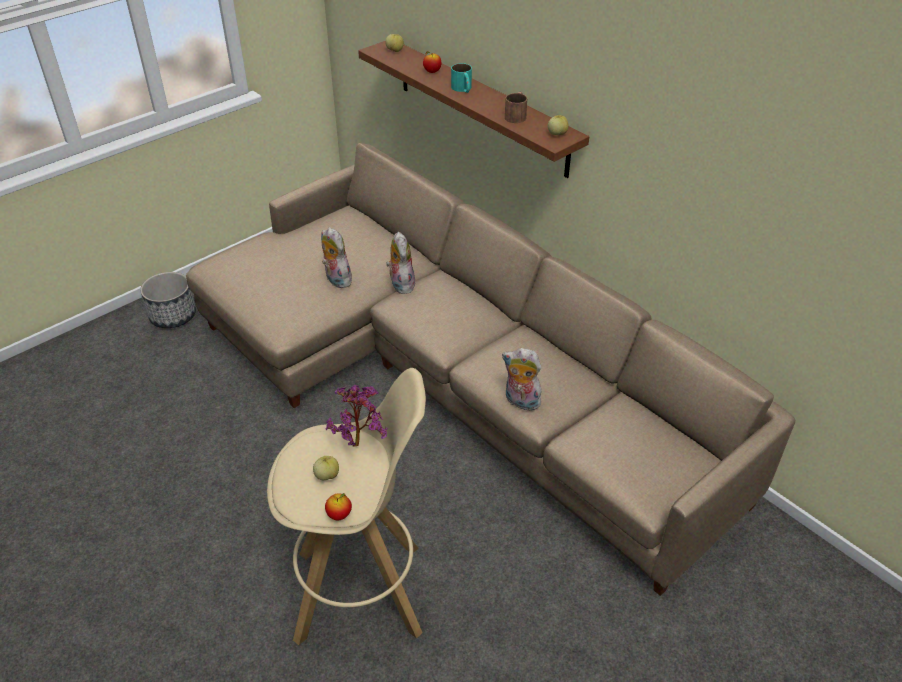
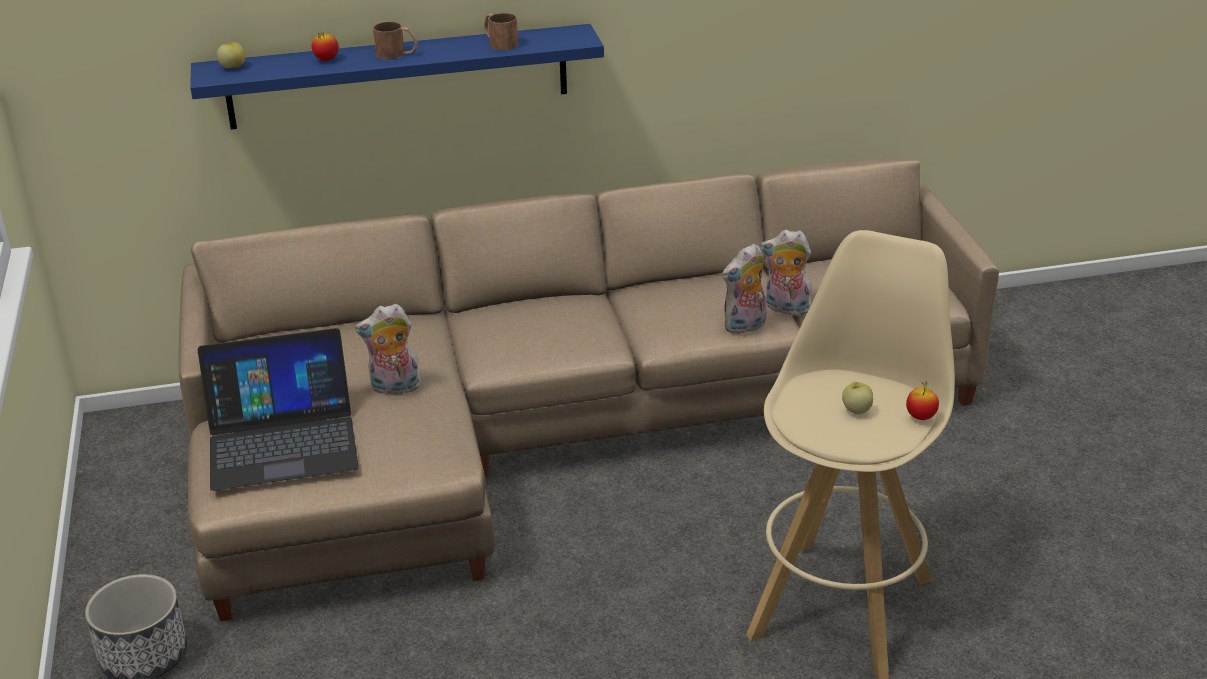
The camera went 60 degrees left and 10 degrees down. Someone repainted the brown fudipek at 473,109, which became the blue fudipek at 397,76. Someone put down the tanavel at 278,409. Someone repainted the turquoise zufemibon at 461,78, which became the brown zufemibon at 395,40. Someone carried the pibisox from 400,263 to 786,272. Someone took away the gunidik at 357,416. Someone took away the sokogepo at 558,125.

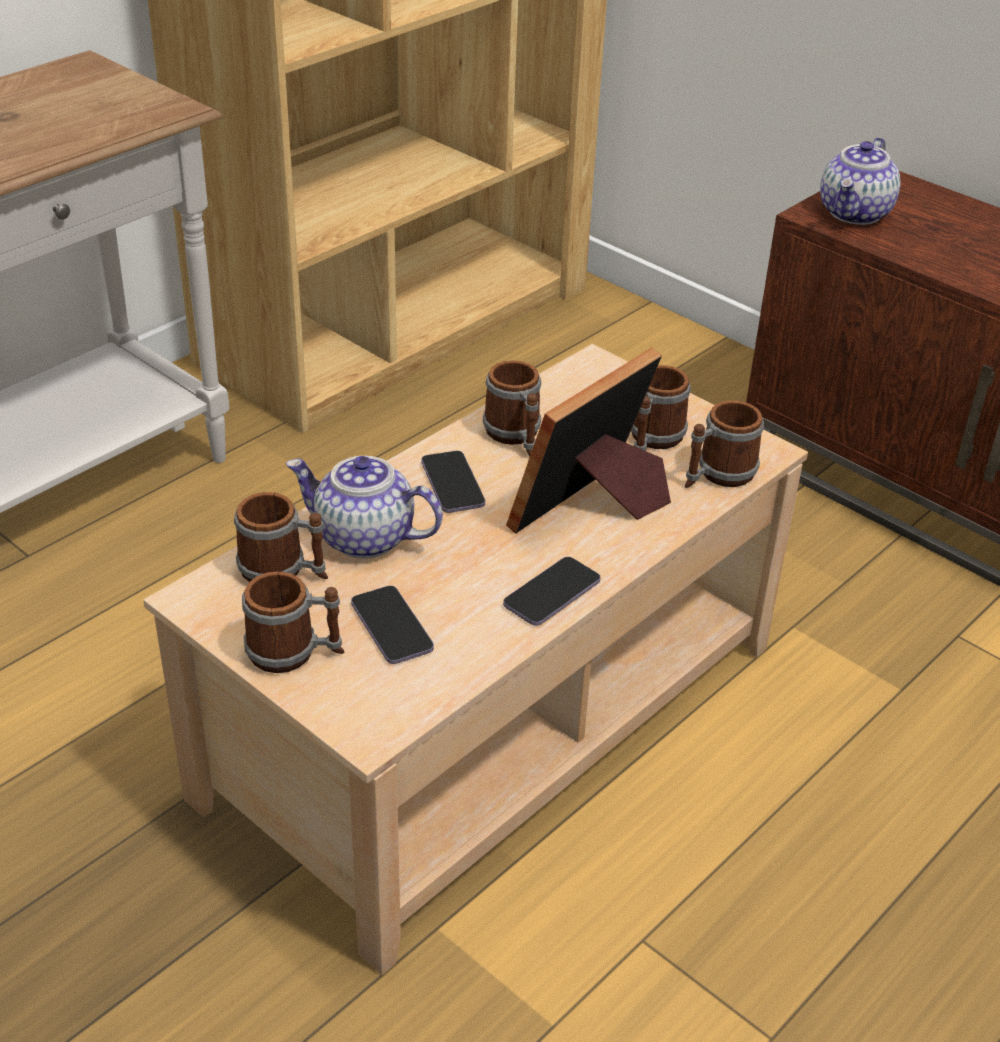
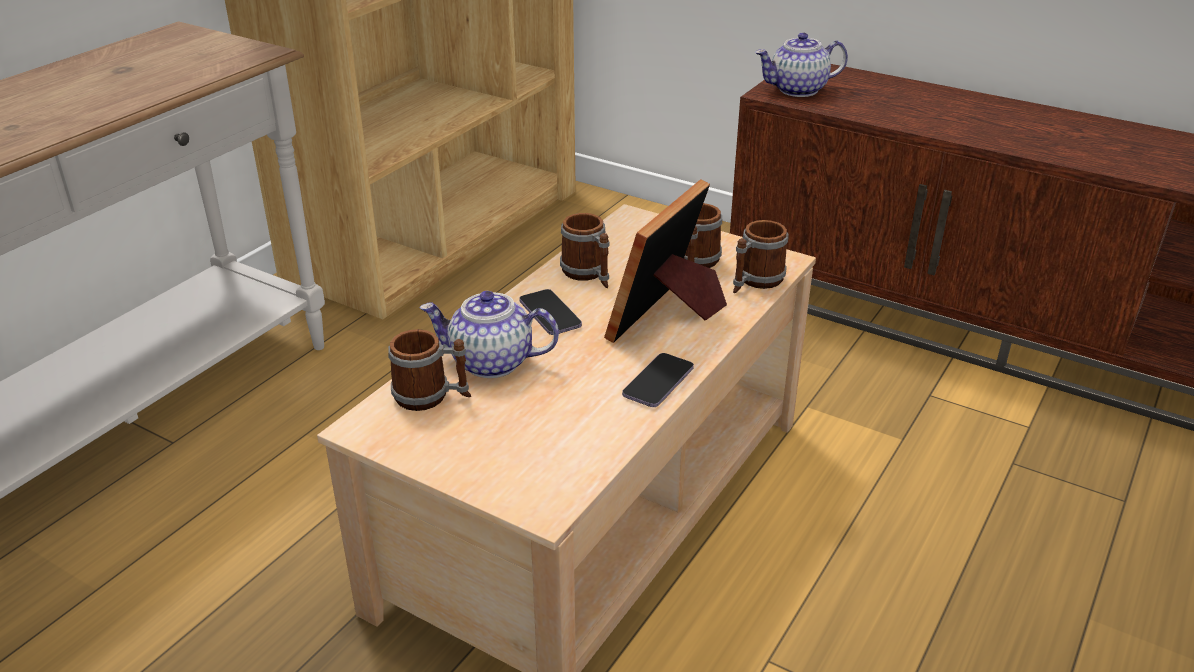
The camera went 10 degrees left and 5 degrees down. Someone rotated the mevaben at 860,181 by 60 degrees clockwise. Someone took away the zufemibon at 293,622. Someone took away the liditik at 392,625.

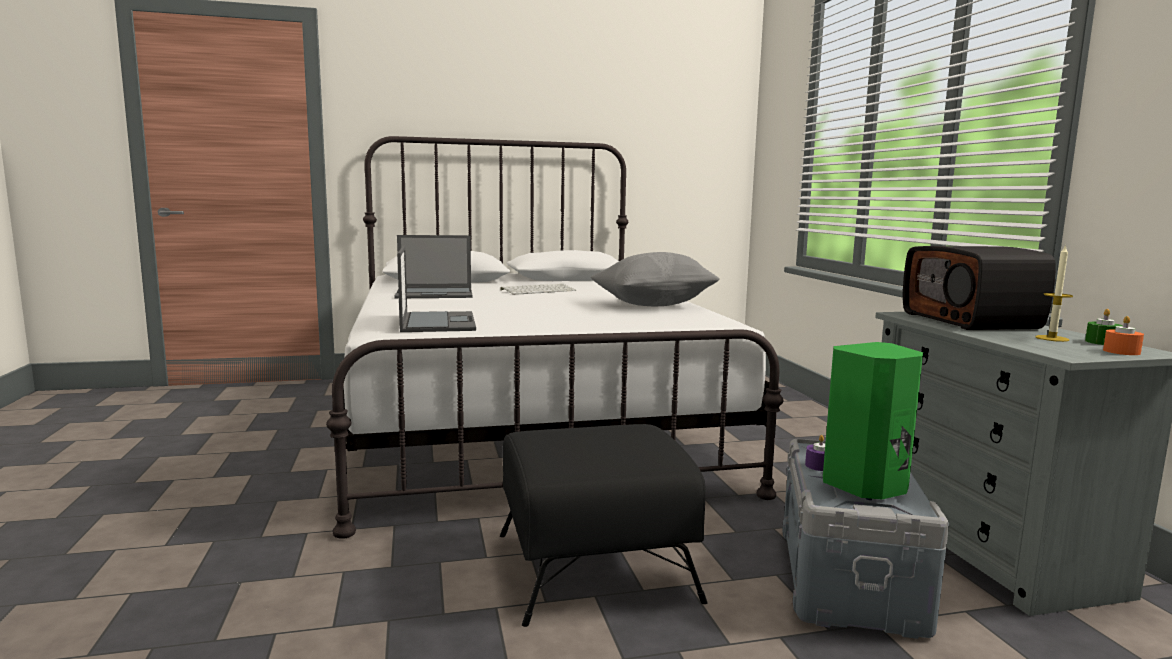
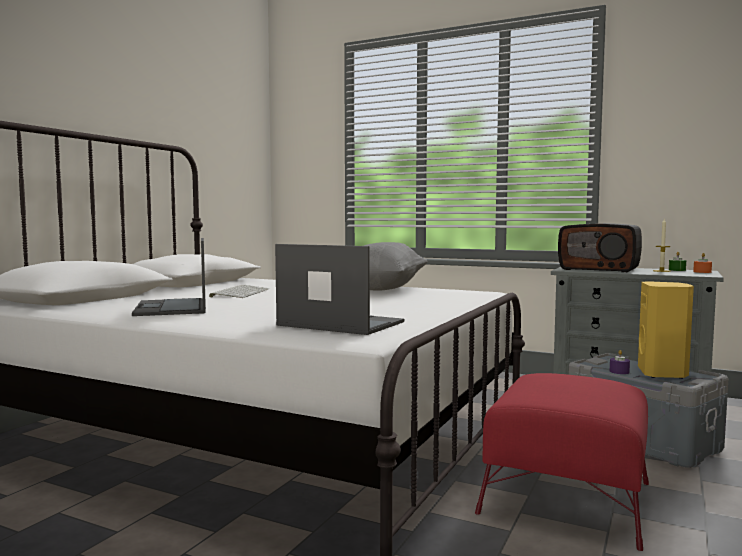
The camera went 50 degrees left and 5 degrees down. Someone rotated the tanavel at 433,267 by 135 degrees clockwise. Someone repainted the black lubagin at 603,525, which became the red lubagin at 562,462. Someone repainted the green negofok at 873,421, which became the yellow negofok at 666,330.

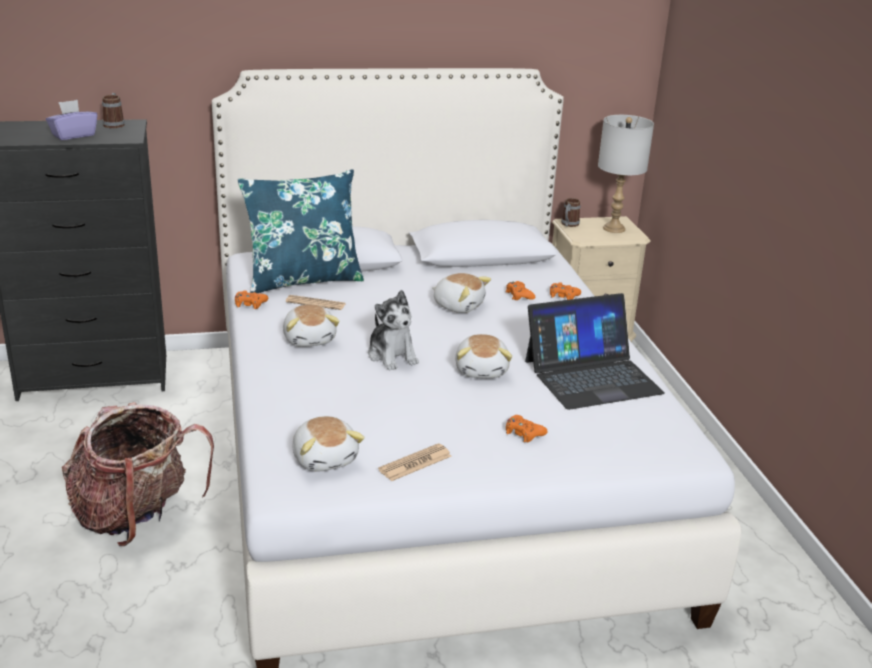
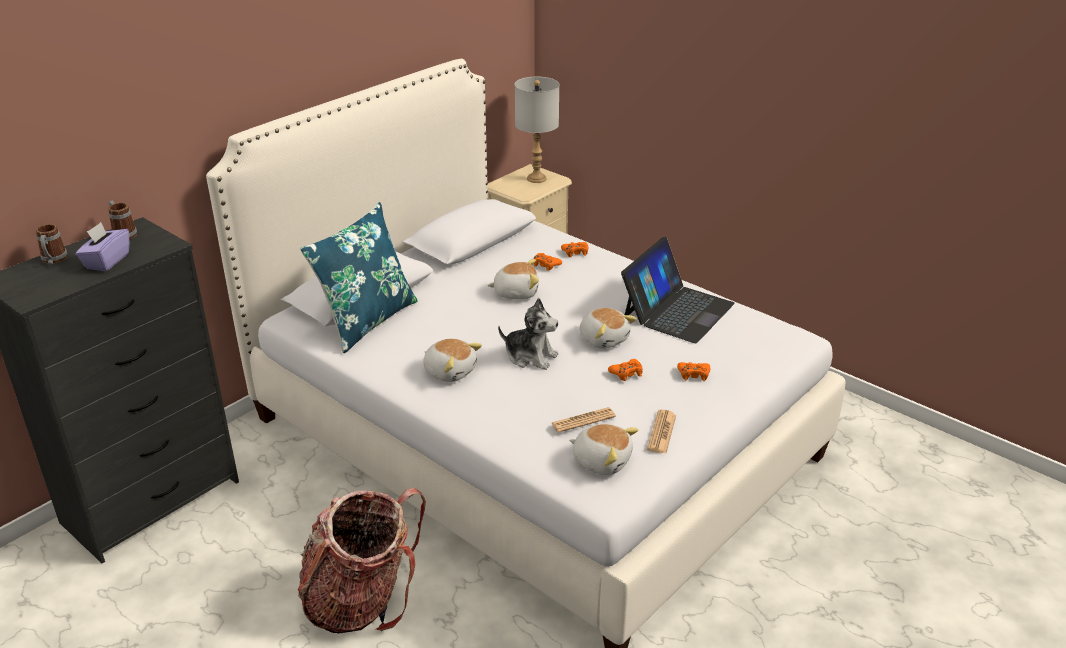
The camera went 35 degrees left and 5 degrees up. Someone carried the zufemibon from 570,212 to 51,244. Someone carried the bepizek from 315,302 to 583,420. Someone carried the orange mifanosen from 251,299 to 625,370.

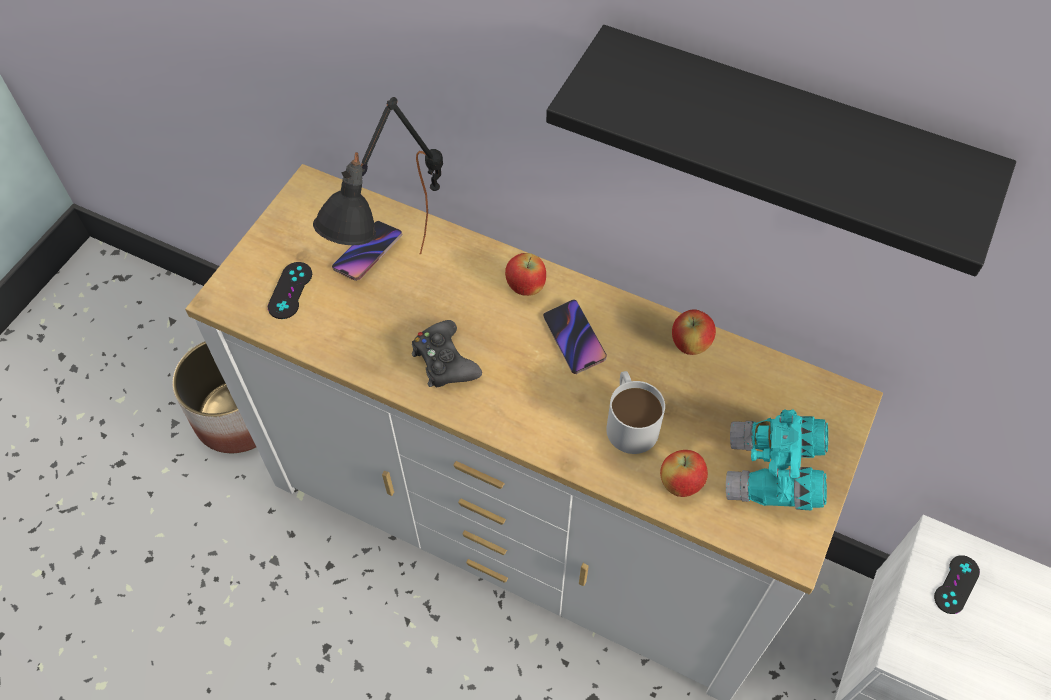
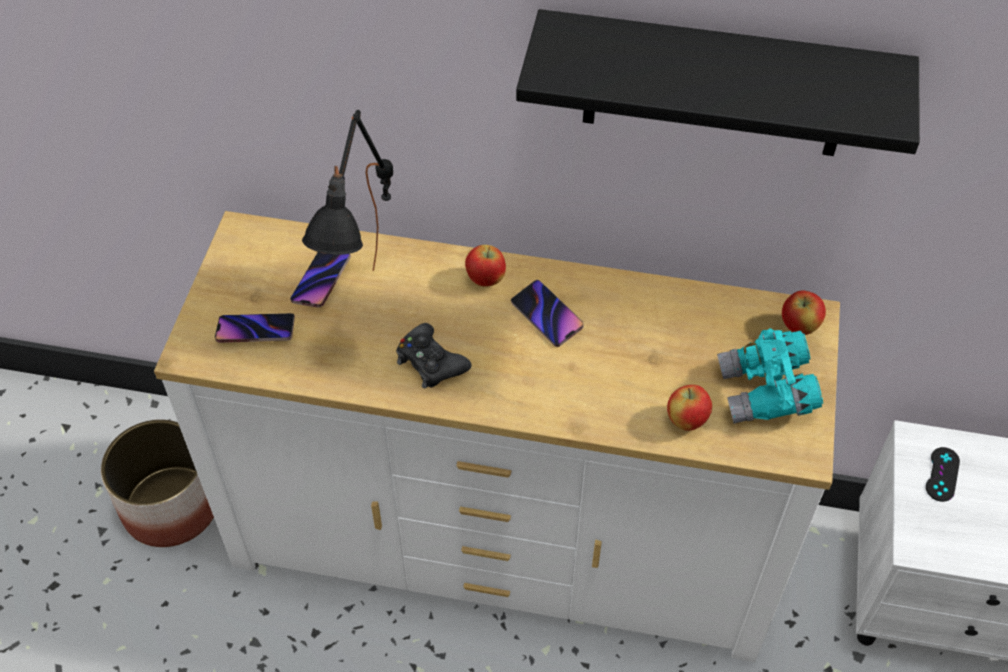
The camera went 15 degrees left and 5 degrees down. Someone swapped the black mifanosen at 290,290 for the liditik at 255,328. Someone carried the sokogepo from 694,332 to 804,313. Someone took away the white zufemibon at 635,412.

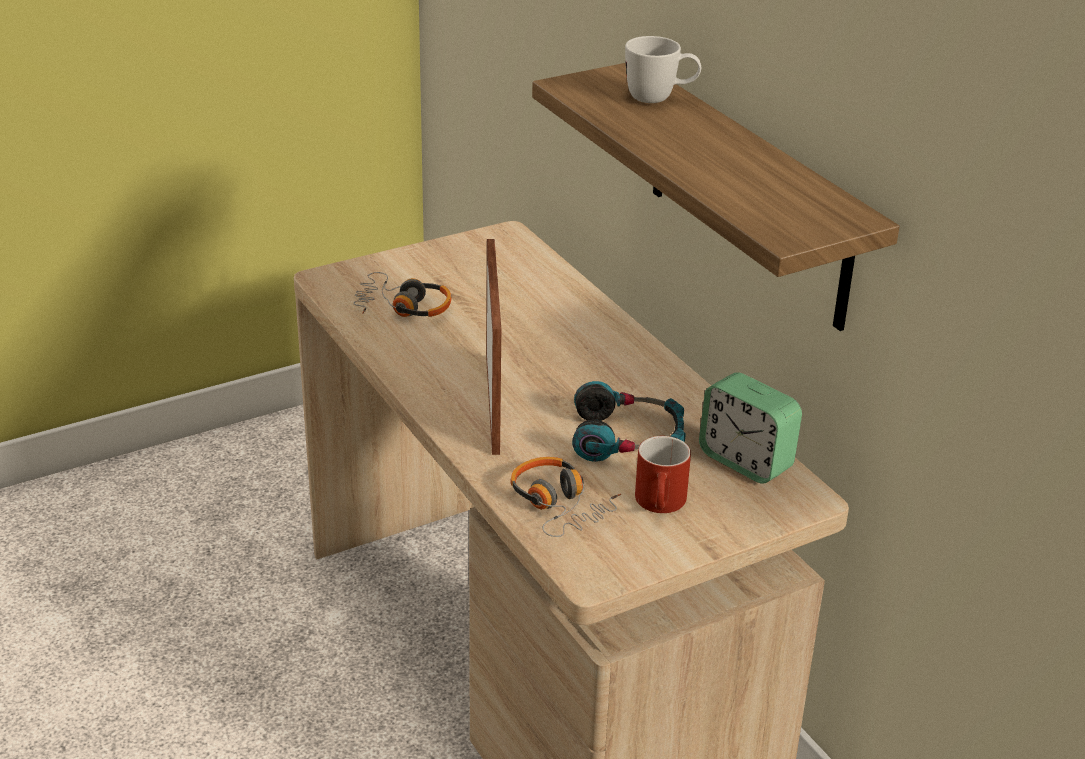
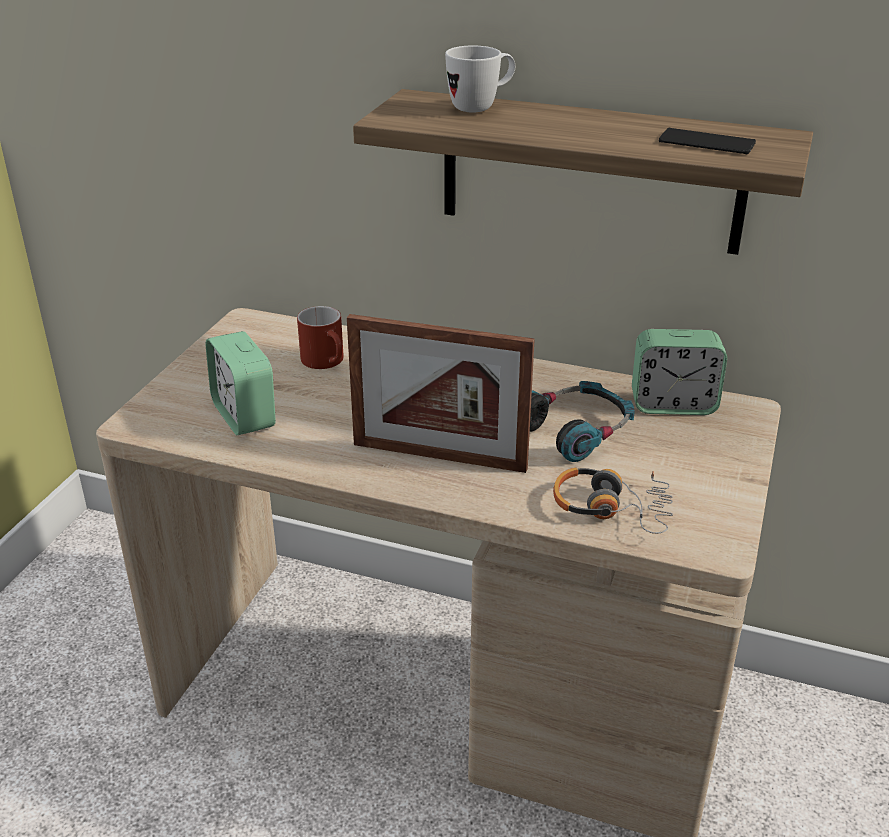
The camera went 40 degrees left and 0 degrees up. Someone swapped the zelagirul at 402,294 for the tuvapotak at 241,383. Someone carried the red zufemibon from 663,474 to 320,337. Someone rotated the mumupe at 493,347 by 150 degrees clockwise. Someone put down the liditik at 707,141.

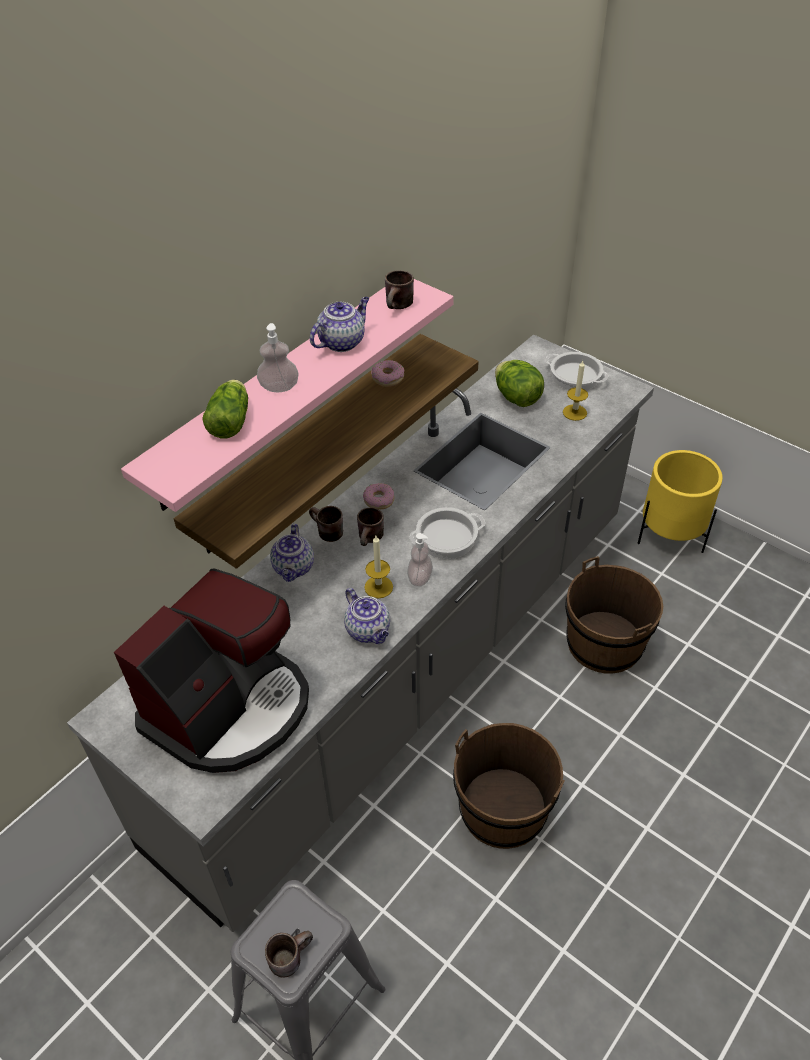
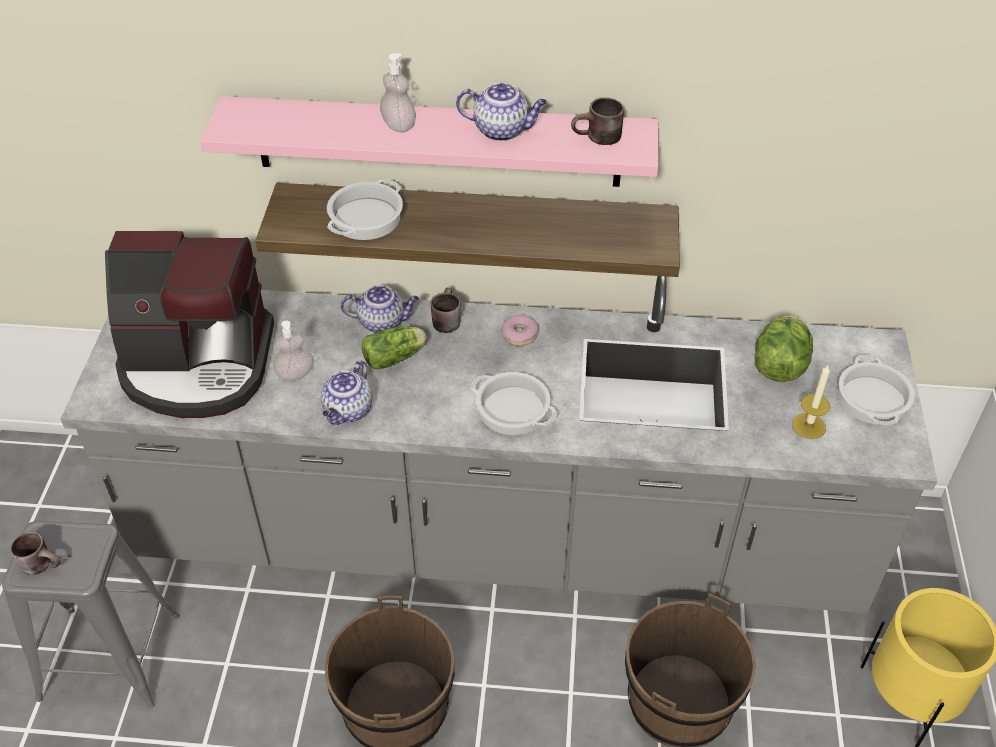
The camera went 55 degrees right and 0 degrees up. Someone carried the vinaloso from 420,560 to 293,350. Someone put down the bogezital at 365,209. Someone rotated the mevaben at 292,553 by 150 degrees counterclockwise. Someone carried the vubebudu from 225,409 to 394,347. Someone took away the brown zufemibon at 370,527. Someone took away the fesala at 378,567. Someone took away the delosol at 388,373.

